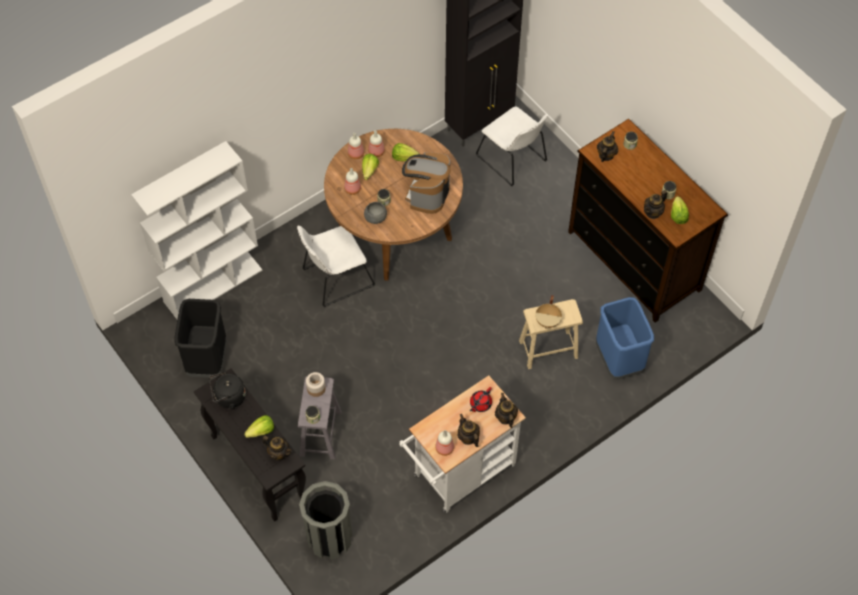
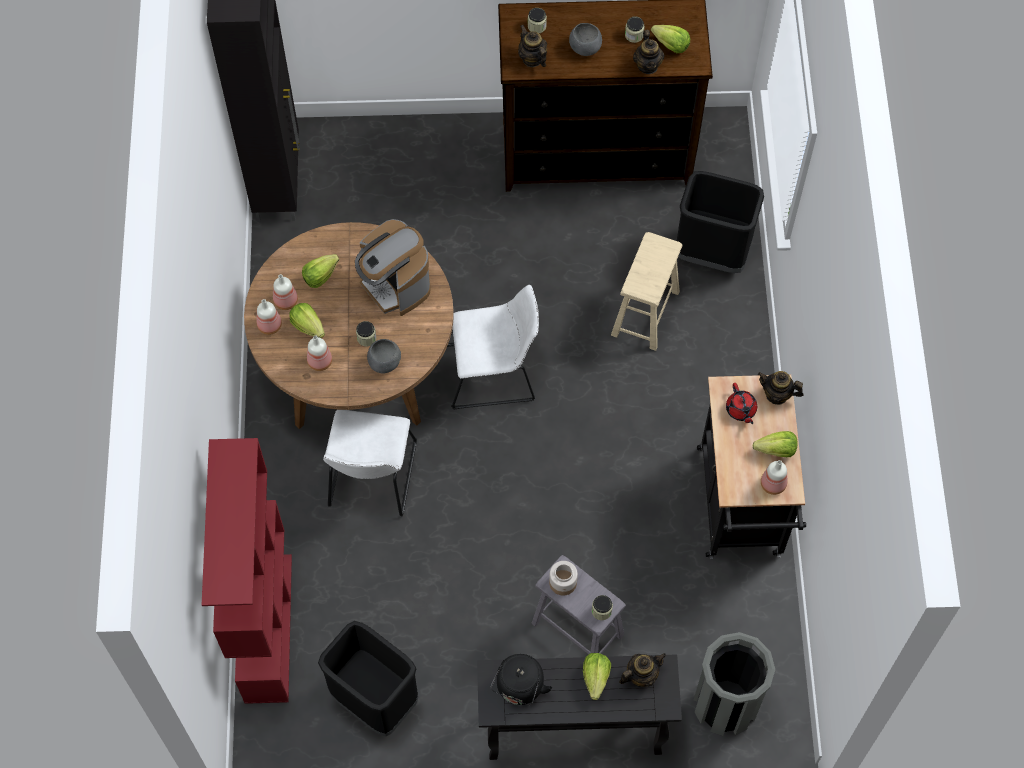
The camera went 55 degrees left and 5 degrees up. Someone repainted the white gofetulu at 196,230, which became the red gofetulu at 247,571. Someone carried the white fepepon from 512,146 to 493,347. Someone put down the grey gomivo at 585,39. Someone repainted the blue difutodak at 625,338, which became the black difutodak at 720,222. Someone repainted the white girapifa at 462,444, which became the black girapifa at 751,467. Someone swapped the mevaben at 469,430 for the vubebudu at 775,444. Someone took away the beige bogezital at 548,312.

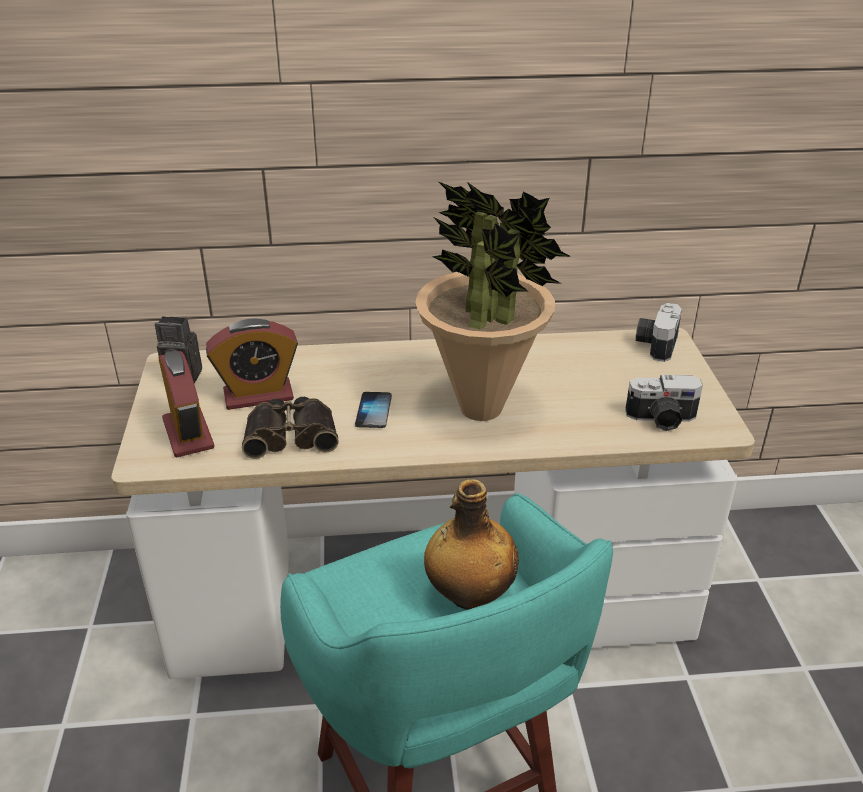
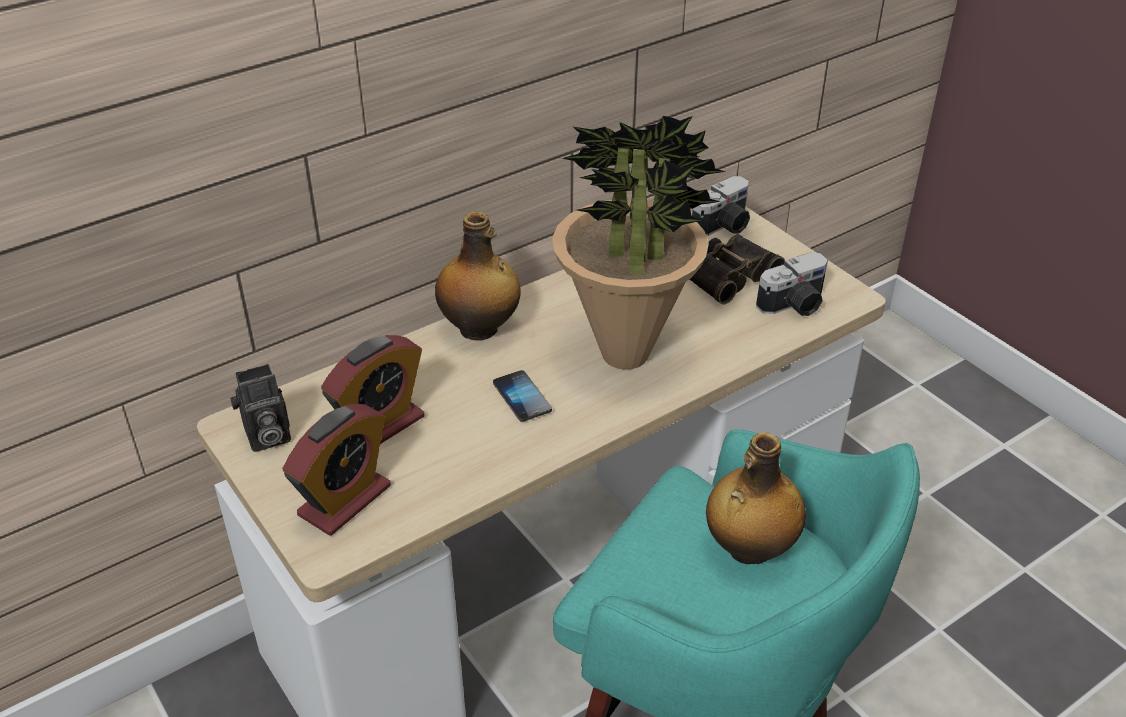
The camera went 30 degrees left and 5 degrees up. Someone rotated the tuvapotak at 186,403 by 90 degrees clockwise. Someone put down the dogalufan at 478,275. Someone carried the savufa from 290,428 to 737,269. Someone rotated the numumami at 659,332 by 120 degrees counterclockwise.

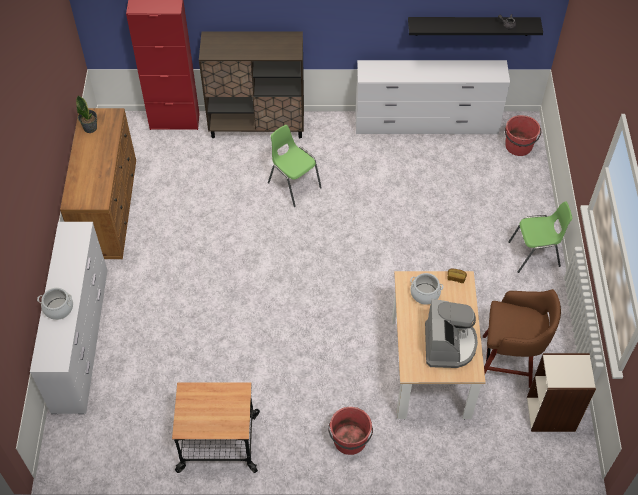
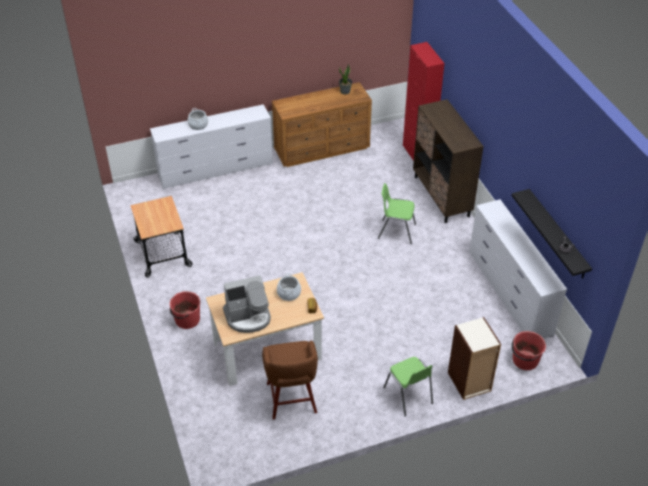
The camera went 70 degrees right and 10 degrees down. Someone rotated the green fepepon at 295,166 by 105 degrees counterclockwise. Someone carried the gofetulu from 561,392 to 474,358.

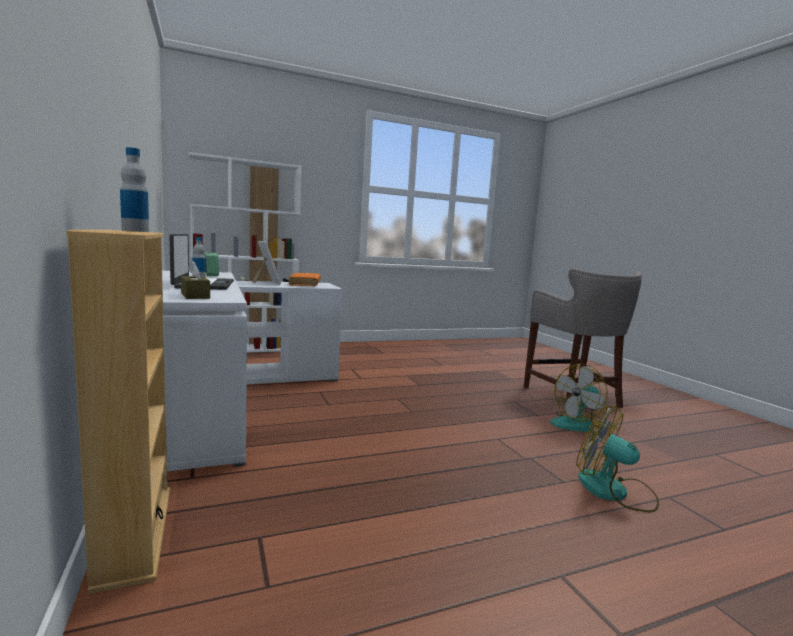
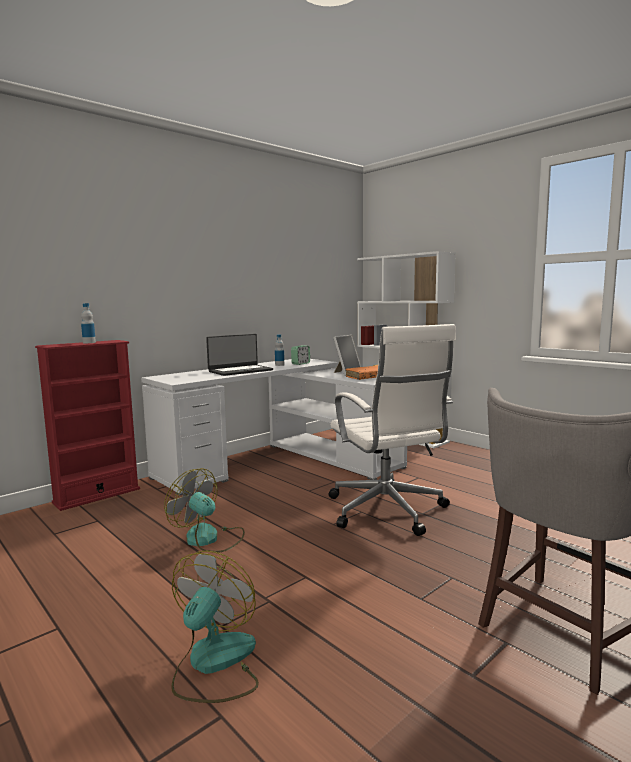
The camera went 70 degrees right and 0 degrees up. Someone repainted the beige gofetulu at 118,412, which became the red gofetulu at 87,425. Someone carried the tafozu from 579,398 to 204,510. Someone put down the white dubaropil at 392,430. Someone took away the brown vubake at 195,280.

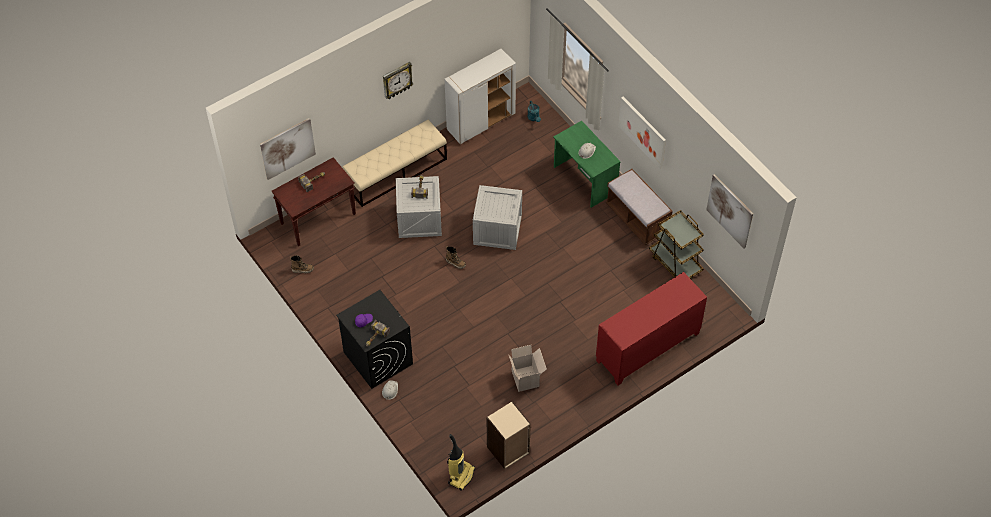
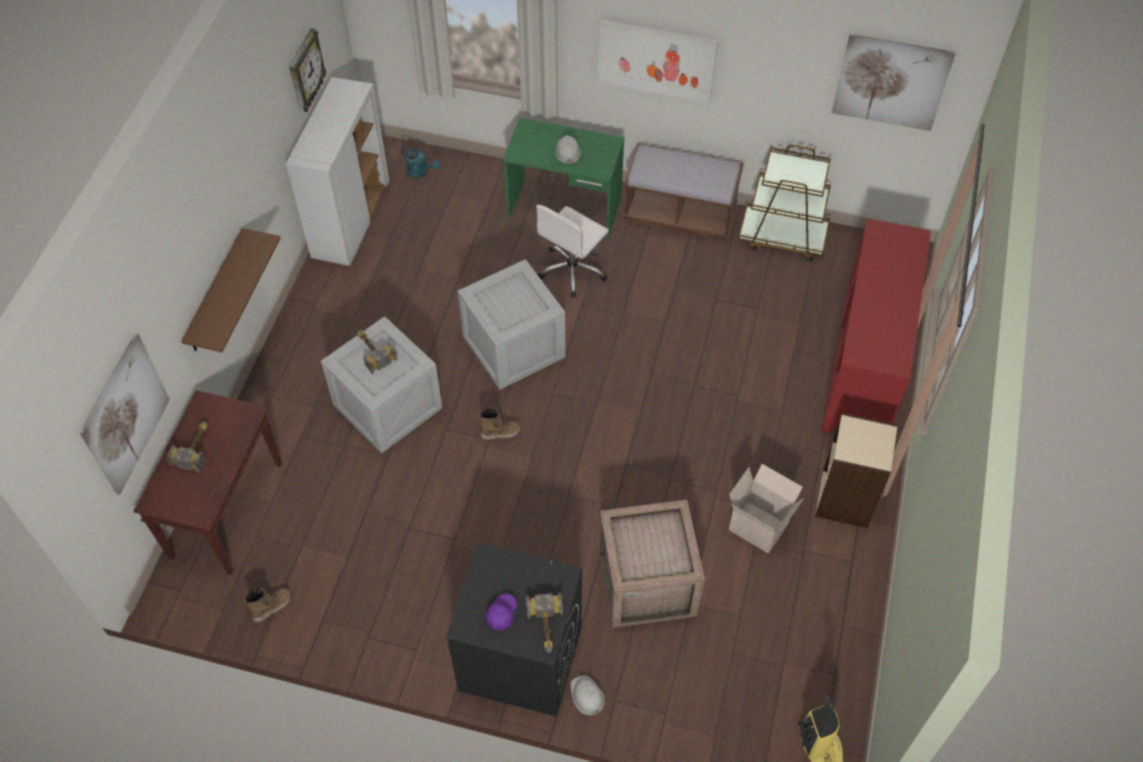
The camera went 40 degrees left and 0 degrees up. Someone put up the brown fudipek at 231,290. Someone carried the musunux from 398,80 to 307,70. Someone put down the white dubaropil at 572,251. Someone put down the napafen at 652,564. Someone carried the beige gofetulu from 508,435 to 856,470. Someone took away the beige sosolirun at 394,163.

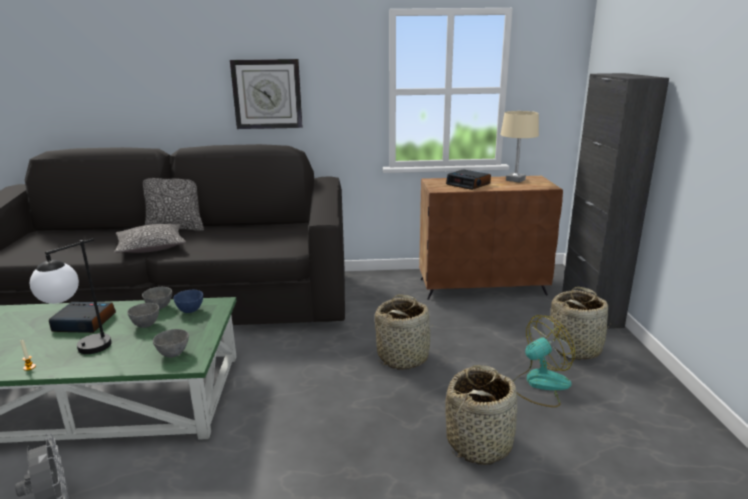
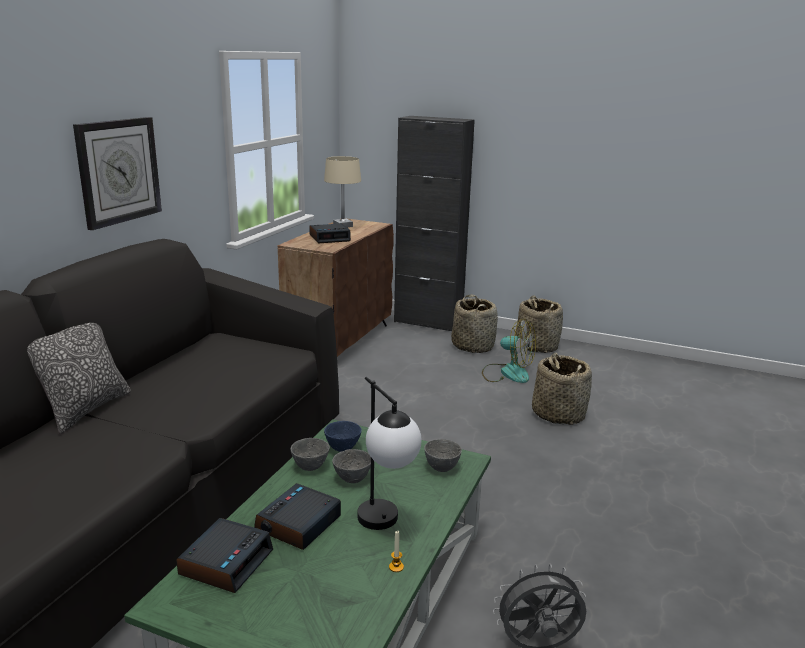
The camera went 65 degrees left and 0 degrees up. Someone put down the tuvapotak at 224,555. Someone rotated the tafozu at 544,361 by 120 degrees clockwise. Someone carried the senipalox from 404,332 to 539,324. Someone took away the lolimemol at 150,238.

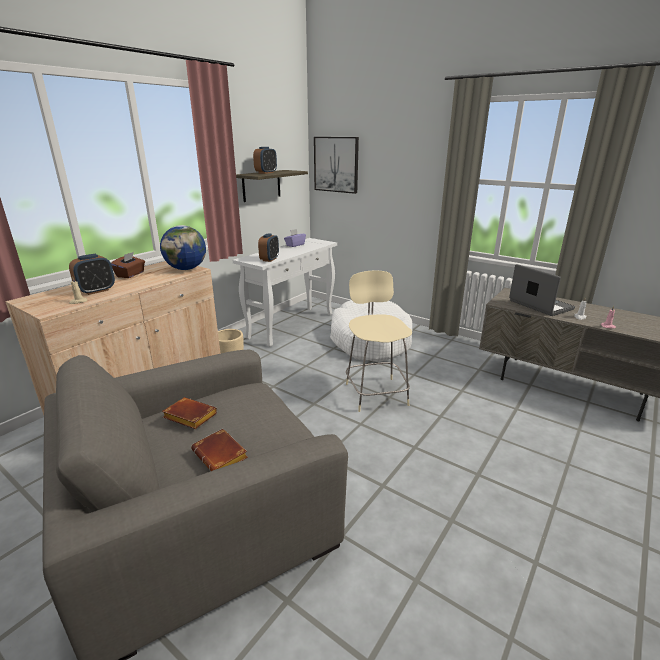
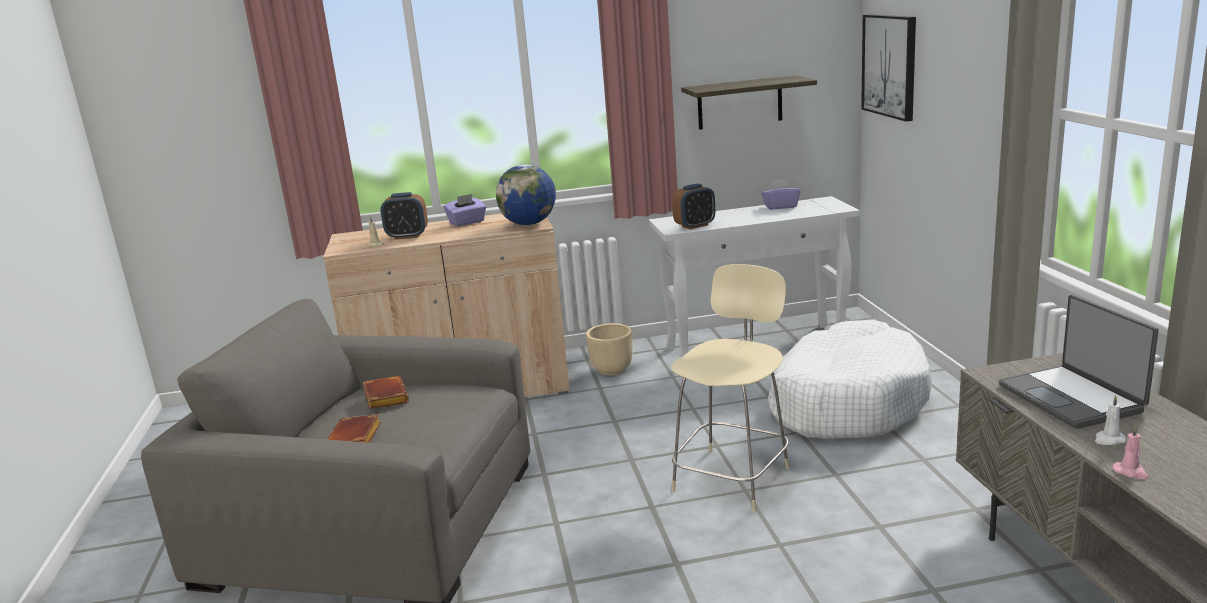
The camera went 45 degrees right and 5 degrees down. Someone repainted the brown vubake at 128,265, which became the purple vubake at 465,210. Someone rotated the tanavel at 542,290 by 150 degrees clockwise. Someone took away the tuvapotak at 265,160.

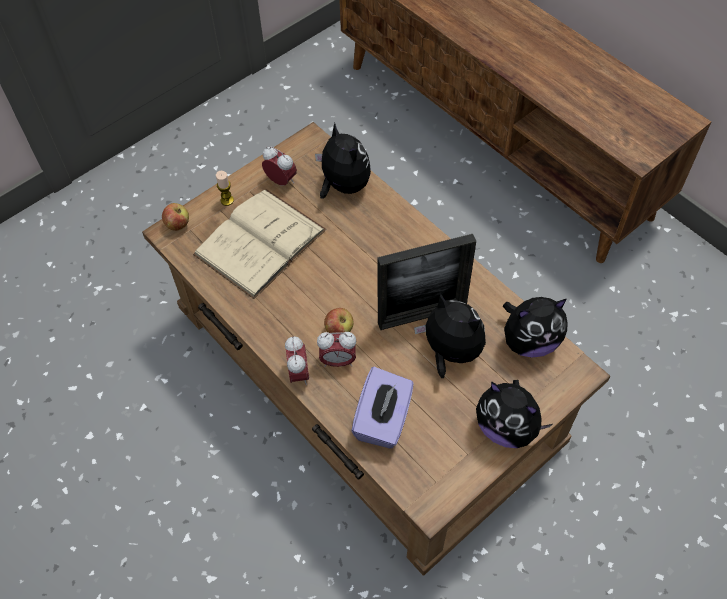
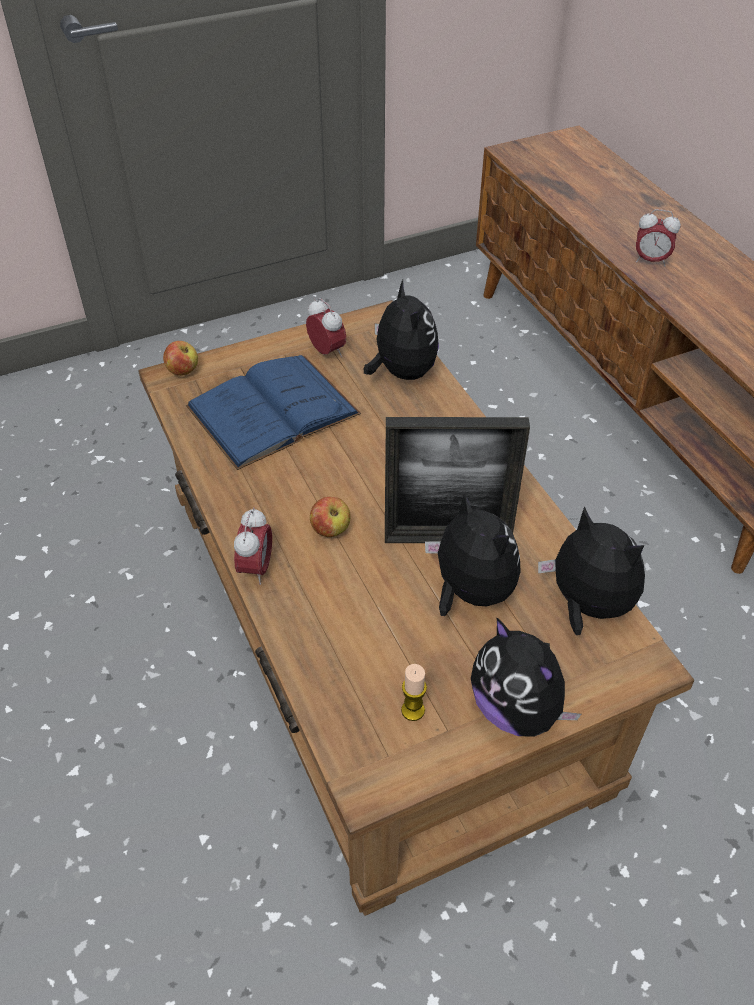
The camera went 15 degrees right and 10 degrees down. Someone repainted the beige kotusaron at 260,244, which became the blue kotusaron at 273,412. Someone carried the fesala from 225,188 to 414,692. Someone rotated the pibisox at 535,327 by 135 degrees counterclockwise. Someone carried the tuvapotak from 336,349 to 658,238. Someone took away the purple vubake at 382,408.

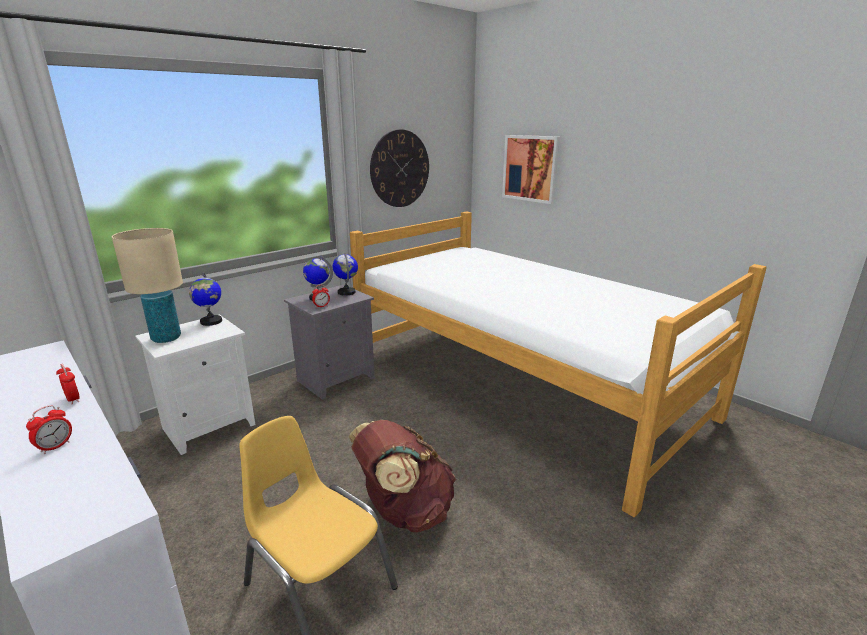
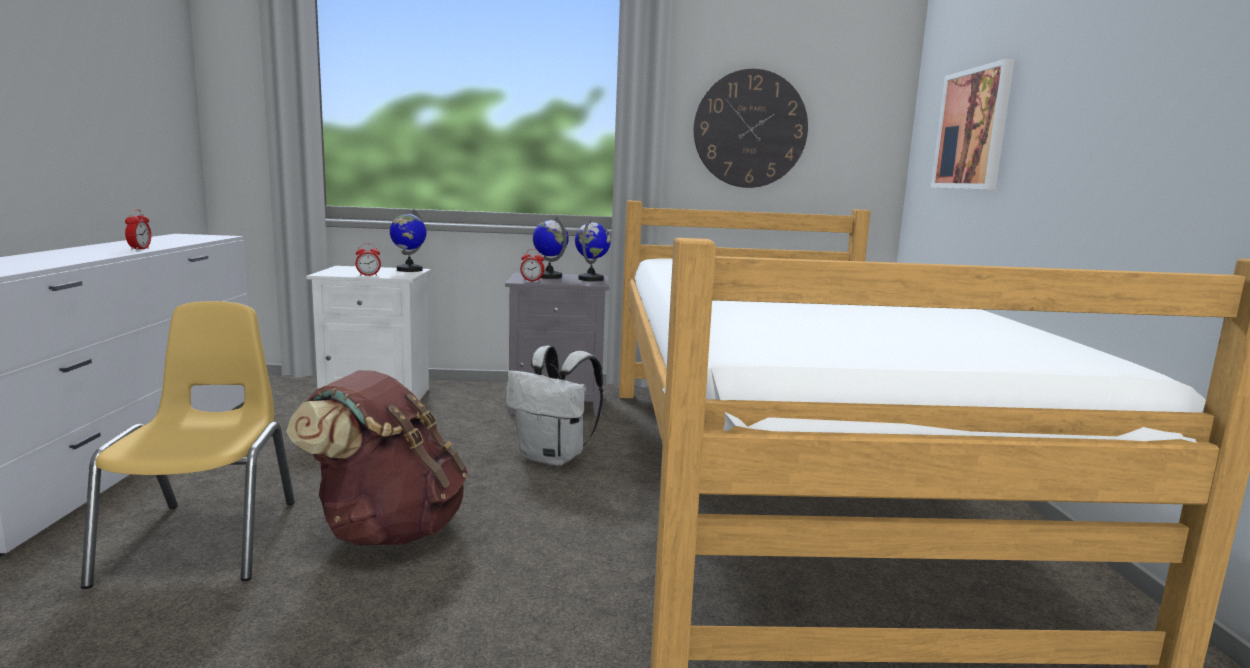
The camera went 40 degrees right and 10 degrees down. Someone carried the tuvapotak from 49,429 to 368,259. Someone put down the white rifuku at 554,406. Someone took away the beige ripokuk at 147,285.

